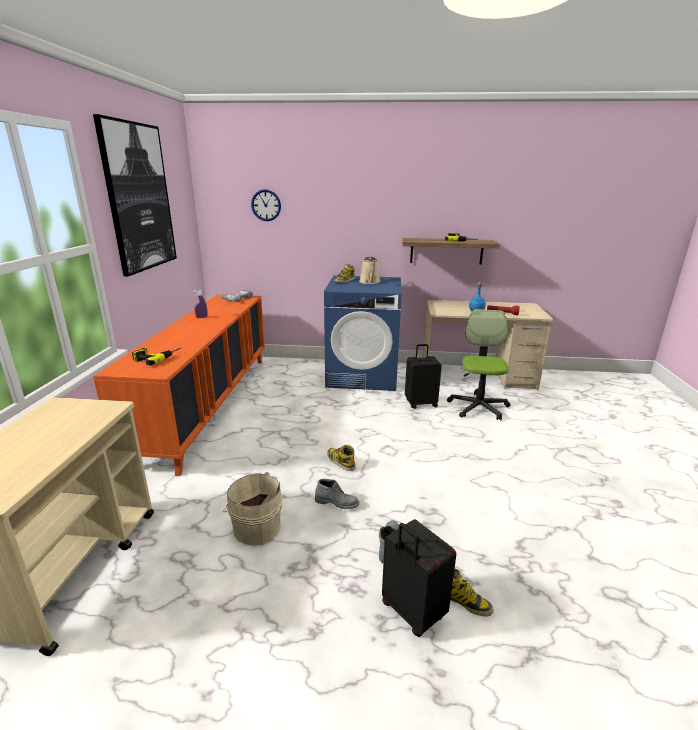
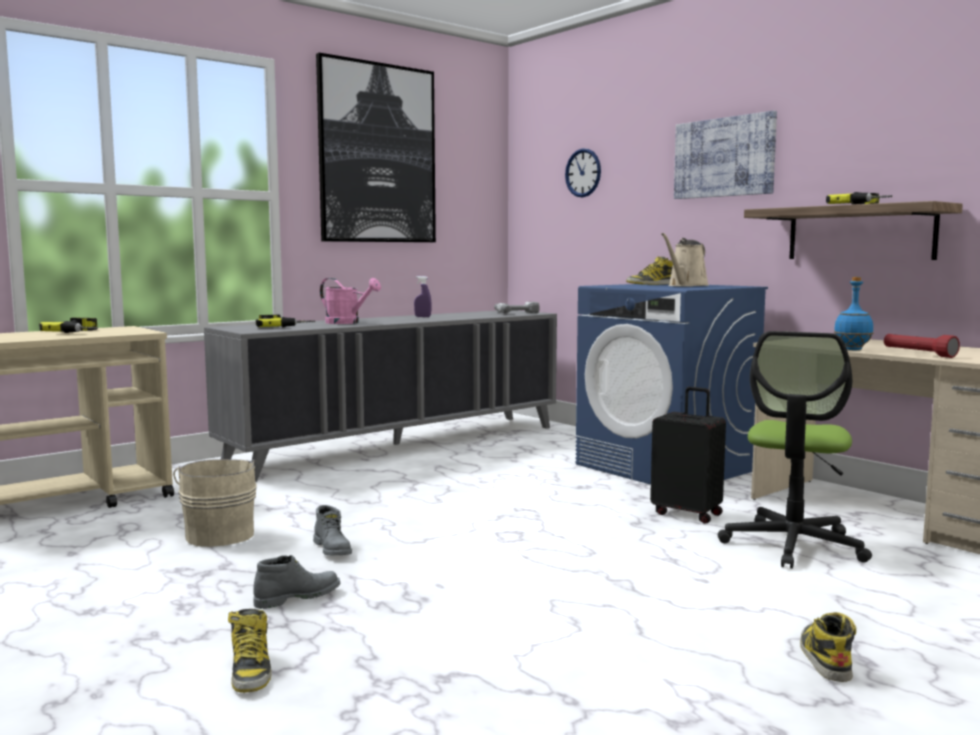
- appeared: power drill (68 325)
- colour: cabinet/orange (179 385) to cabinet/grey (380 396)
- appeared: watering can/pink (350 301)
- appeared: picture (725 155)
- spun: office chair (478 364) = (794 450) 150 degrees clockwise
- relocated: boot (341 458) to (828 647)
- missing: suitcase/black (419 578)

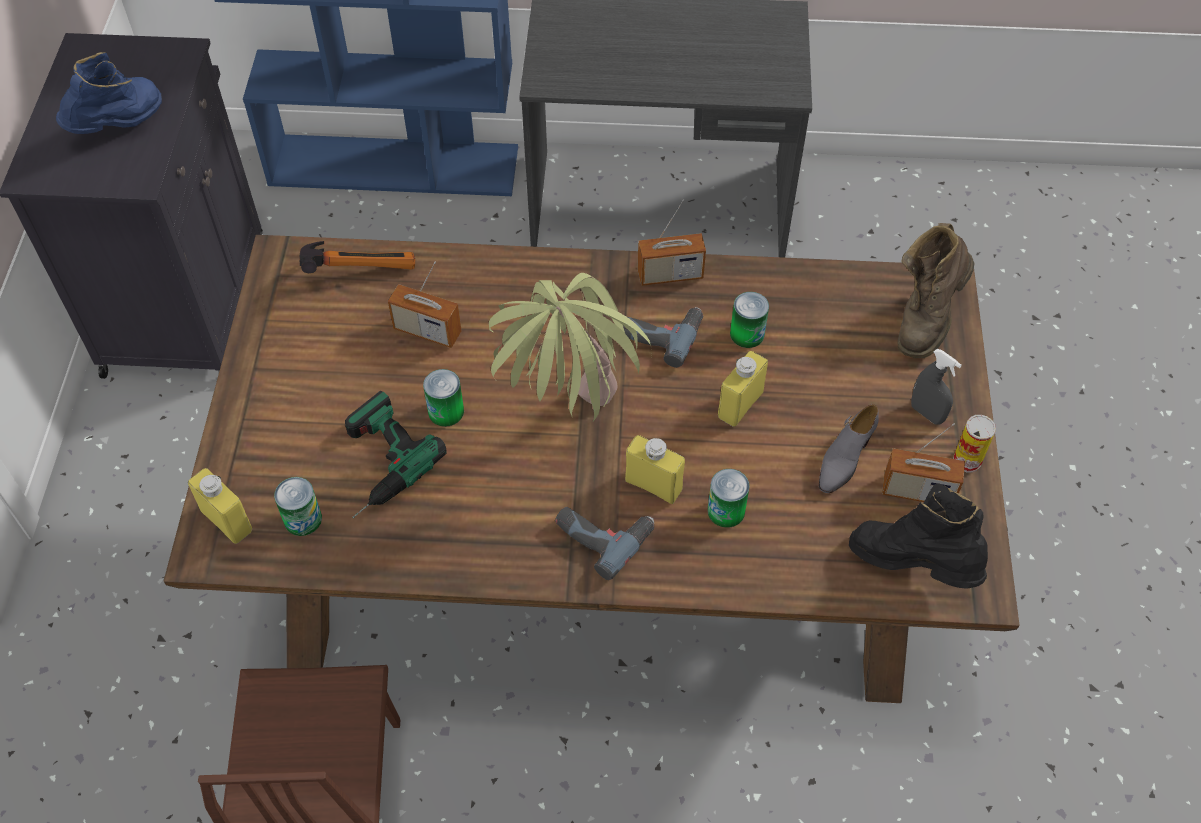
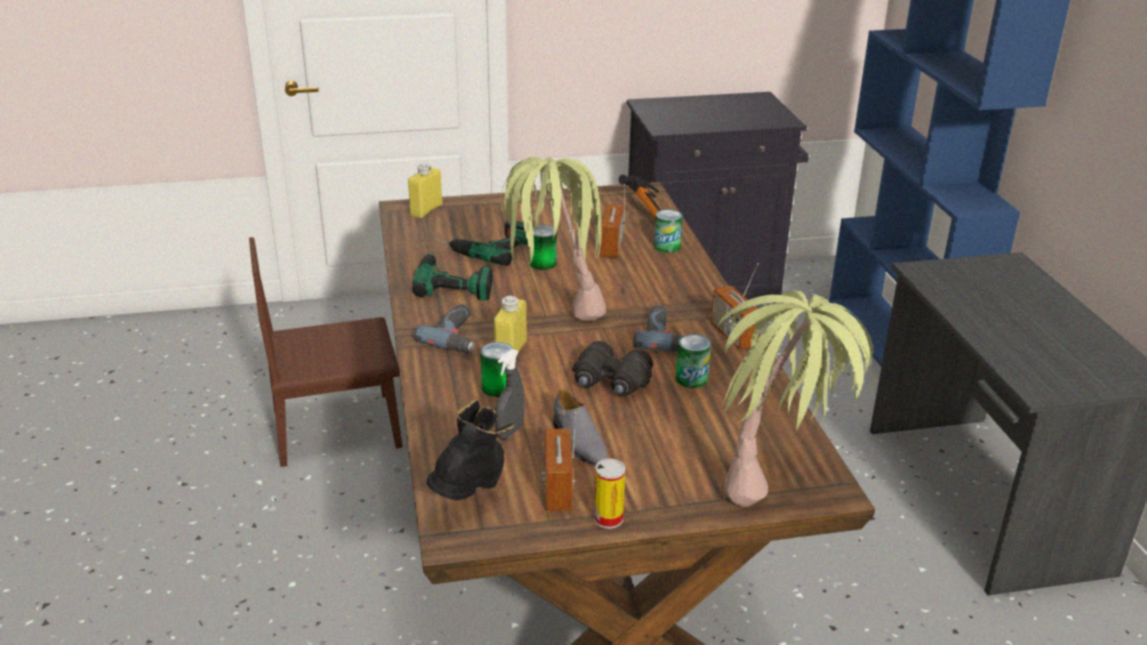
- appeared: power drill (452 275)
- relocated: spray bottle/grey (936 387) to (509 394)
- spun: shoe/grey (849 448) = (580 428) 135 degrees counterclockwise
- exchanged: bottle/yellow (743 389) to binoculars/black (612 368)
- relocated: can (298 506) to (668 231)
- exchanged: boot/brown (935 290) to potted plant (795 398)
- missing: boot/blue (109 93)

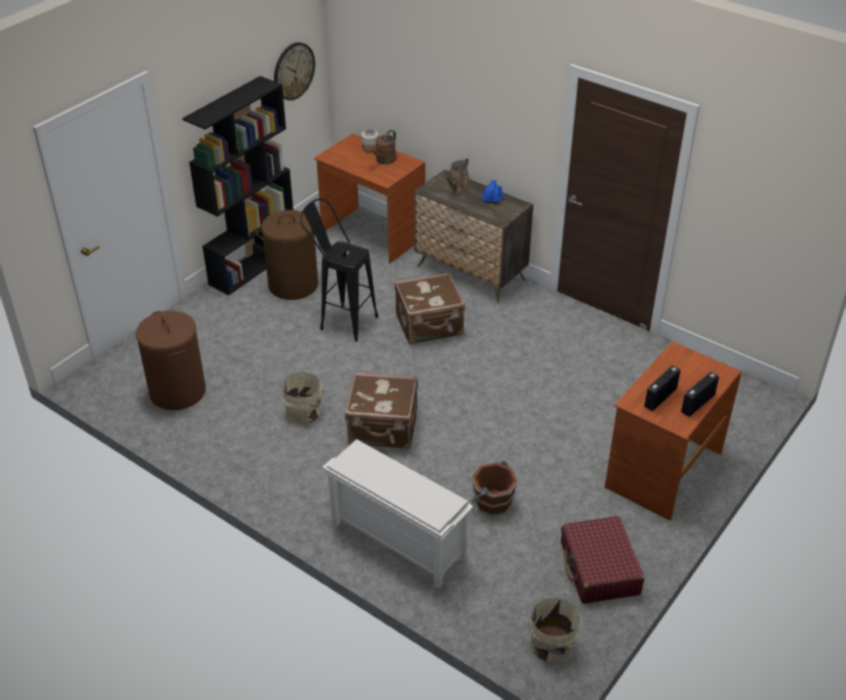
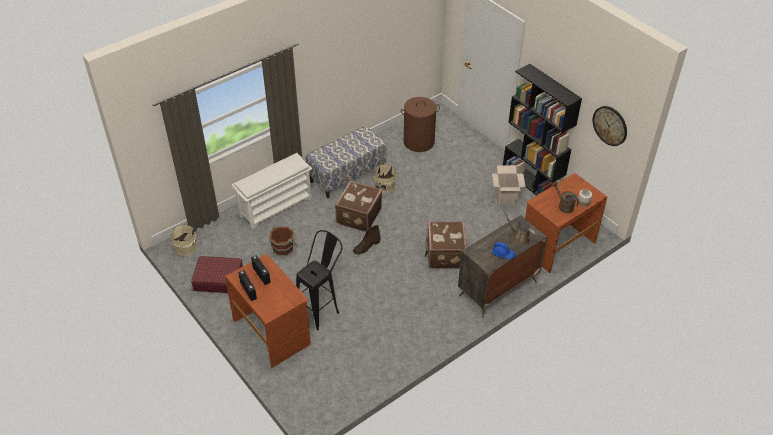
- relocated: stool/black (339 270) to (319 280)
- appeared: bench (346 162)
- appeared: boot/brown (367 240)
- exchanged: laundry basket/brown (287 255) to cardboard box (509 185)

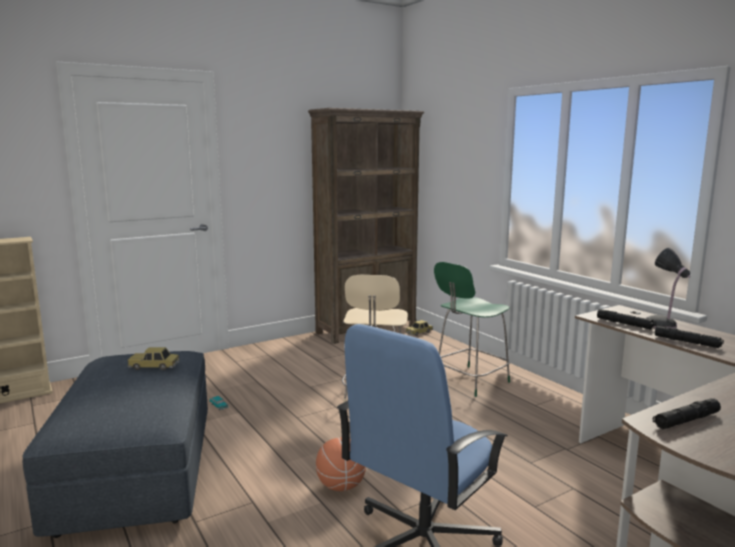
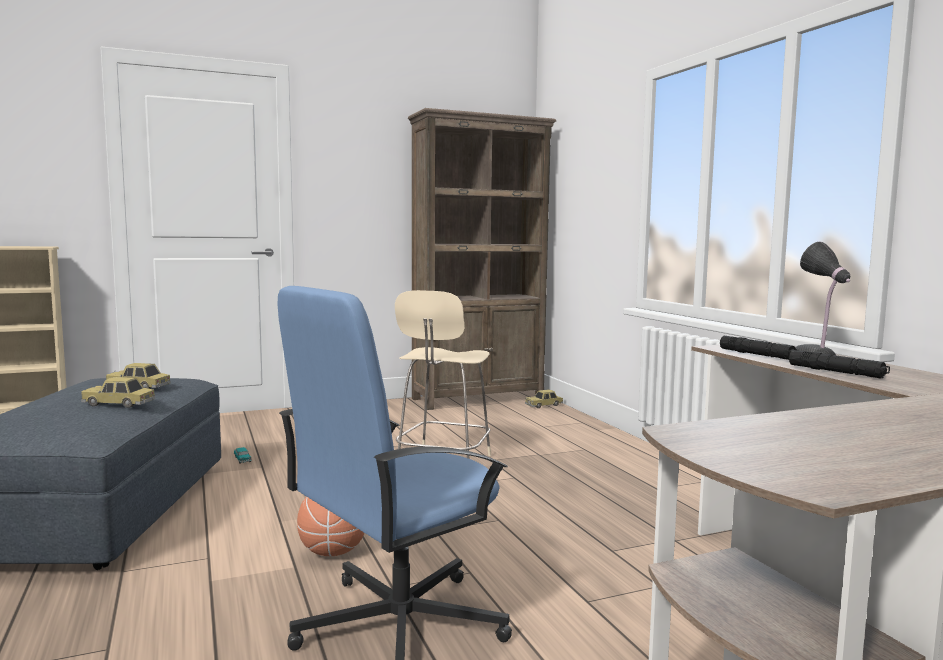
- appeared: toy car (118 392)
- missing: chair/green (472 329)
- missing: flashlight/black (687 413)

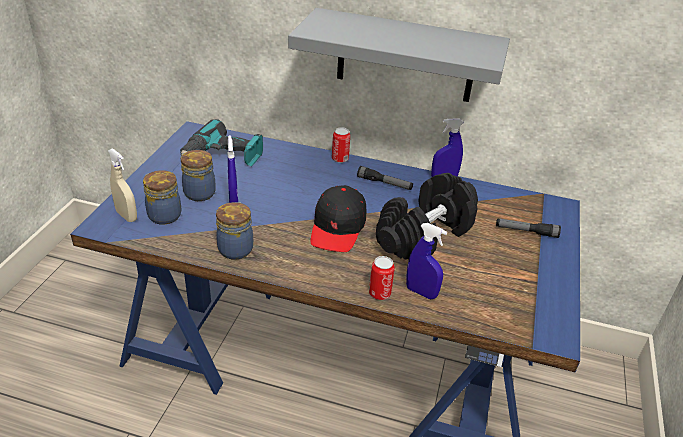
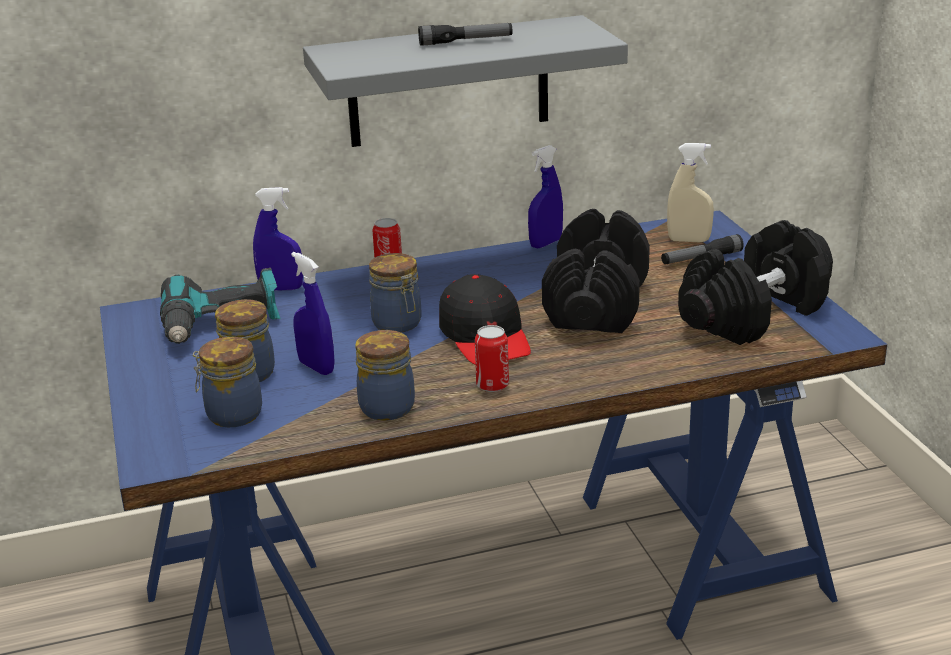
- relocated: spray bottle/blue (426 261) to (278 238)
- appeared: jar (395 293)
- relocated: flashlight (385 178) to (465 34)
- relocated: can (382 278) to (492 358)
- relocated: spray bottle/beige (122 185) to (690 192)
- appeared: dumbbell/black (755 282)

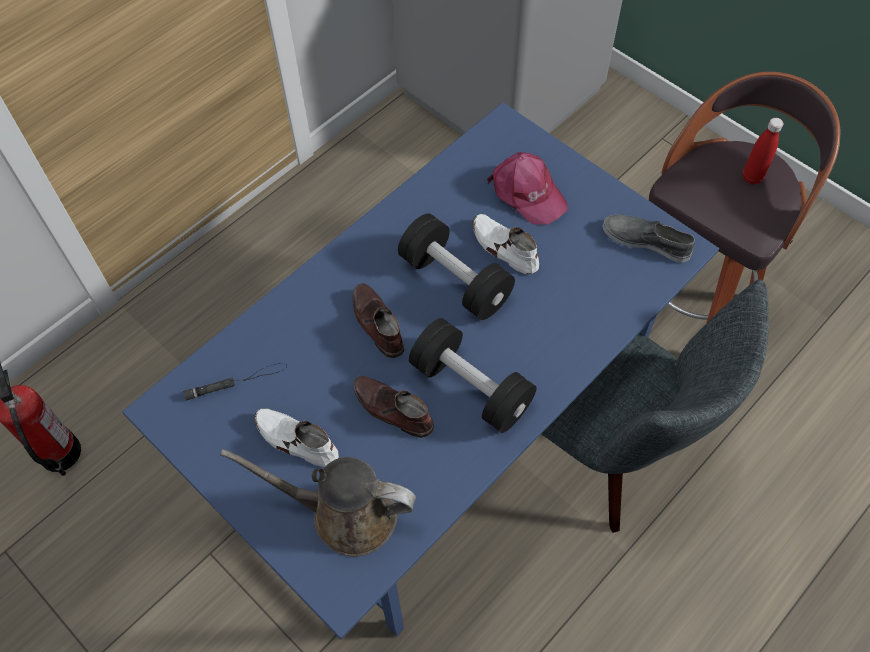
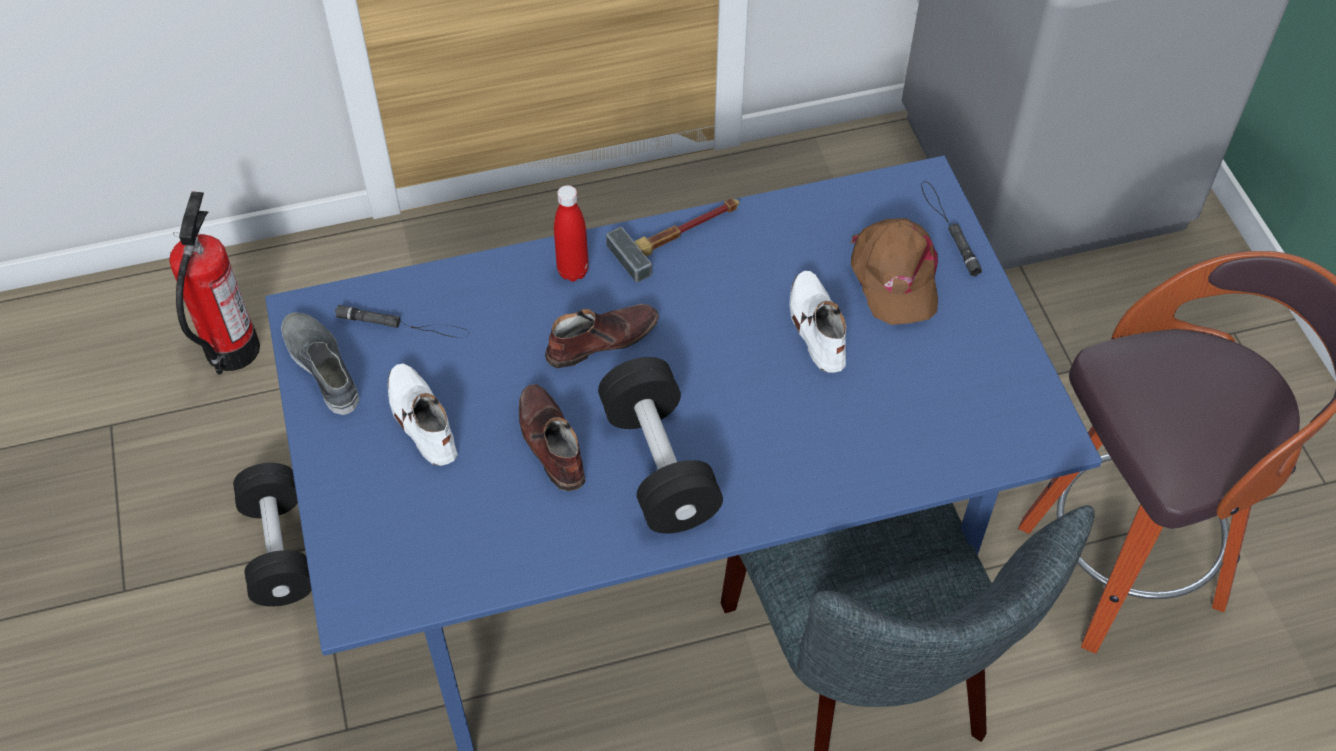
- relocated: dumbbell/black (456 266) to (272 534)
- relocated: shoe/grey (648 239) to (320 363)
- spun: shoe/brown (378 320) = (602 336) 60 degrees clockwise
- relocated: bottle/red (763 151) to (571 233)
- appeared: hammer (672 240)
- colour: cap/pink (527 188) to cap/brown (894 271)
- appeared: flashlight/black (951 229)
- missing: watering can/brown (318 502)

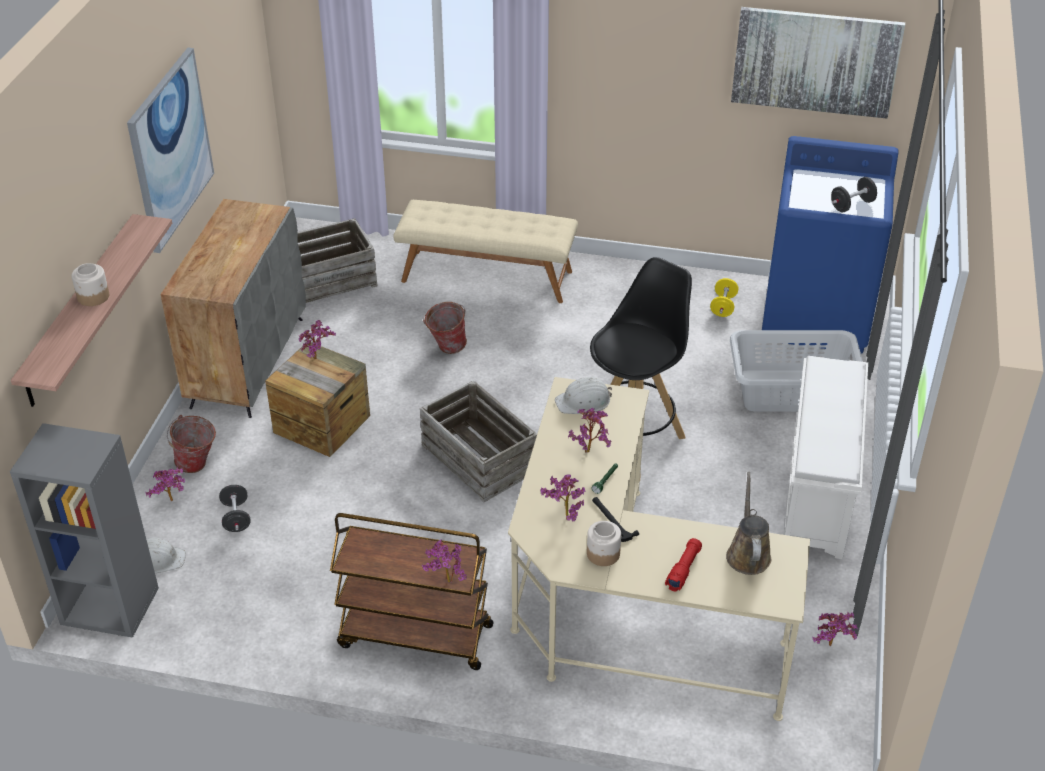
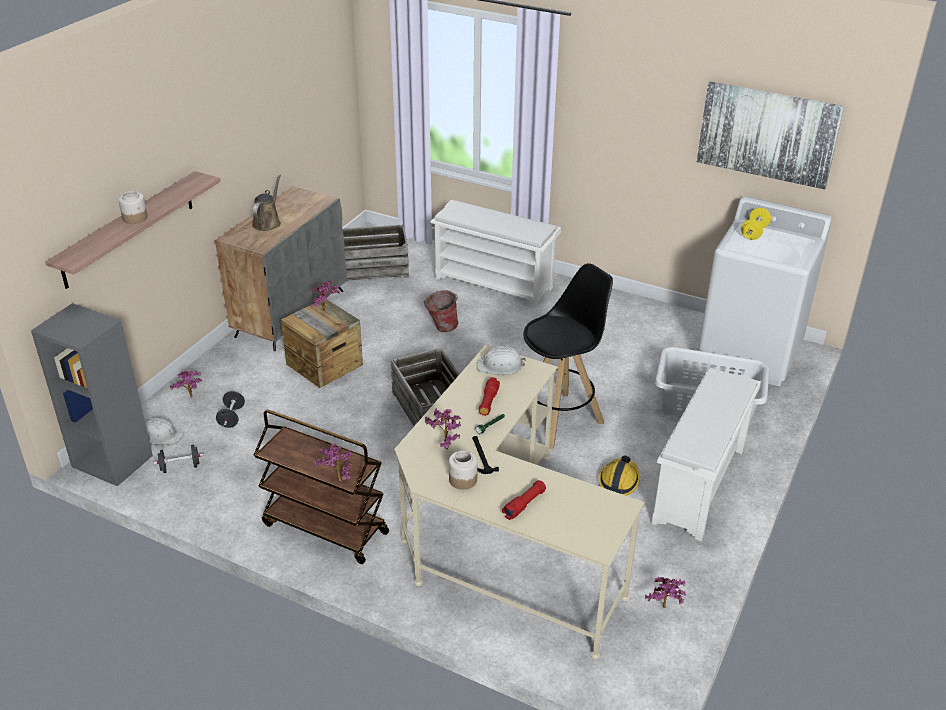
- relocated: dumbbell/black (854 194) to (178 459)
- relocated: watering can/brown (749 523) to (266 202)
- exchanged: bench/beige (485 251) to shoe rack/white (496 253)
- exchanged: potted plant (589 430) to flashlight/red (489 396)
- appeared: hard hat (619 476)
- colour: washing machine/blue (830 244) to washing machine/white (765 291)
- relocated: dumbbell/yellow (724 297) to (756 224)
- missing: picture (170 150)
- missing: bucket (191 444)

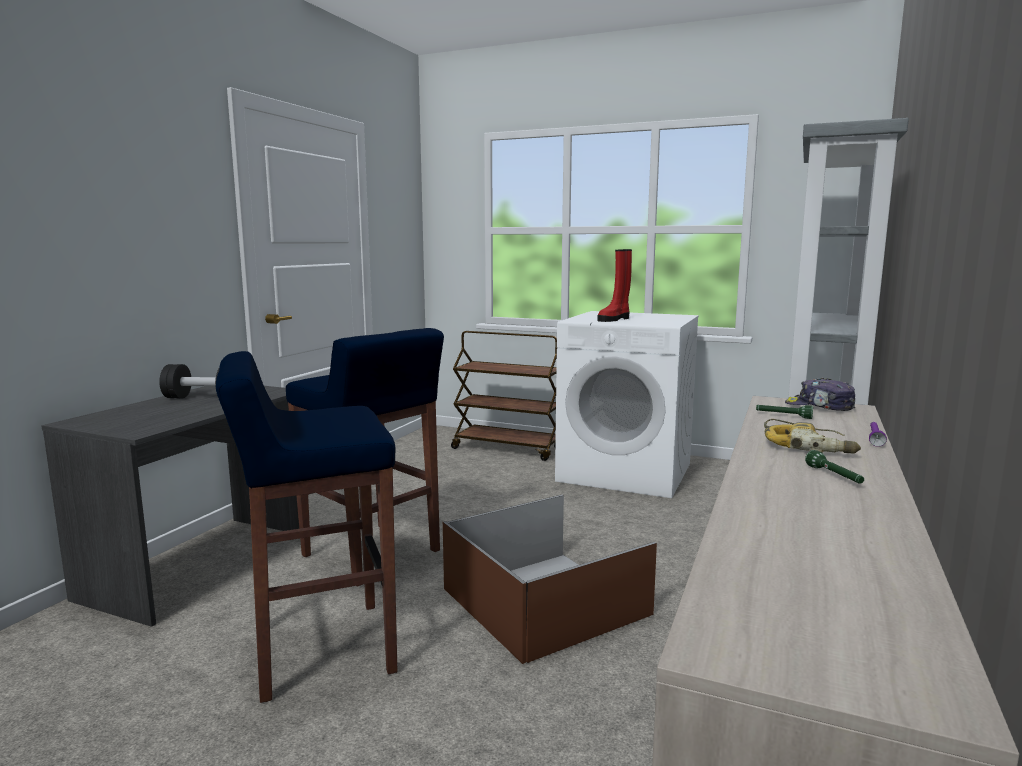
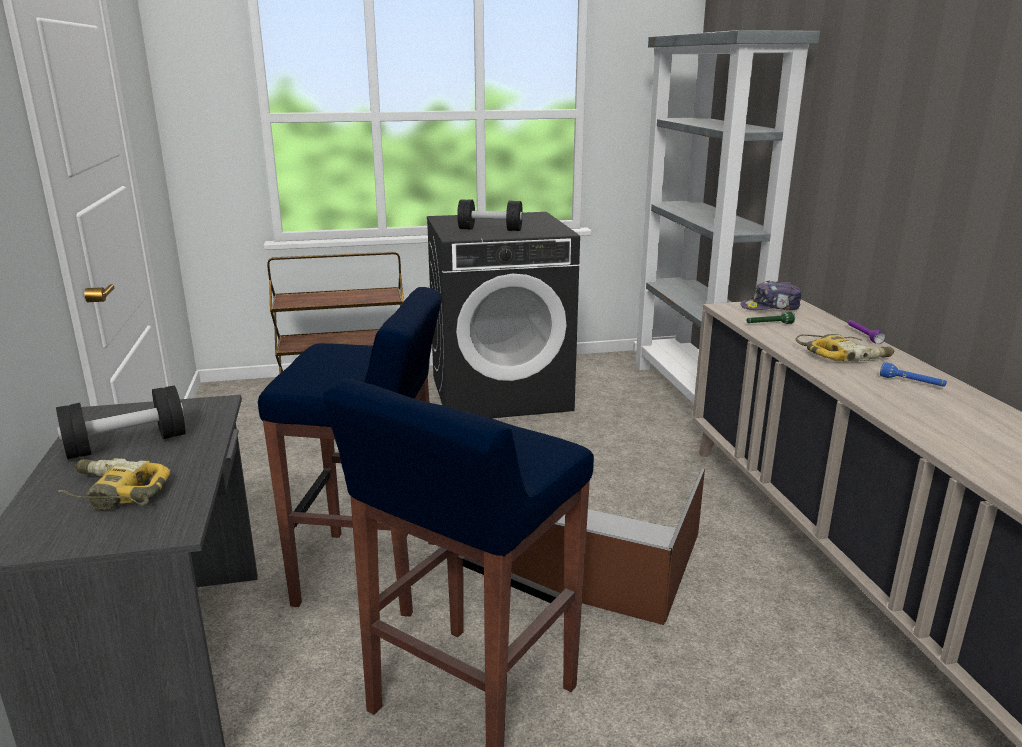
- appeared: power drill (114 484)
- colour: washing machine/white (627 404) to washing machine/black (503 315)
- exchanged: boot/red (615 285) to dumbbell/black (490 215)
- colour: flashlight/green (834 467) to flashlight/blue (913 374)

